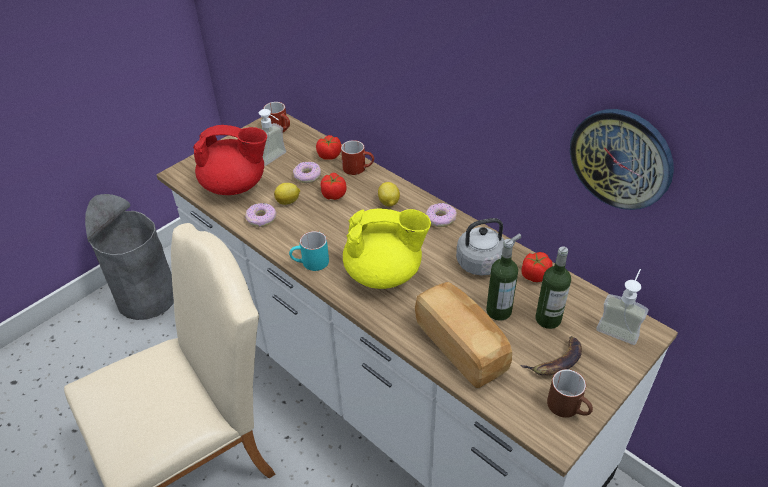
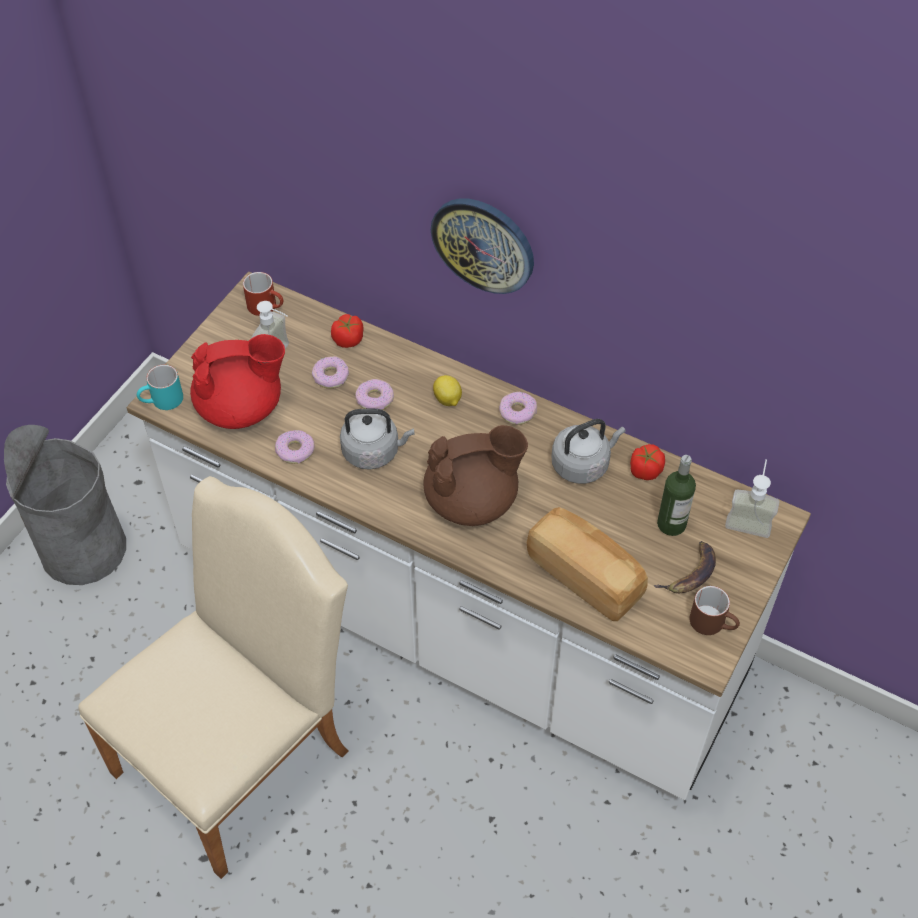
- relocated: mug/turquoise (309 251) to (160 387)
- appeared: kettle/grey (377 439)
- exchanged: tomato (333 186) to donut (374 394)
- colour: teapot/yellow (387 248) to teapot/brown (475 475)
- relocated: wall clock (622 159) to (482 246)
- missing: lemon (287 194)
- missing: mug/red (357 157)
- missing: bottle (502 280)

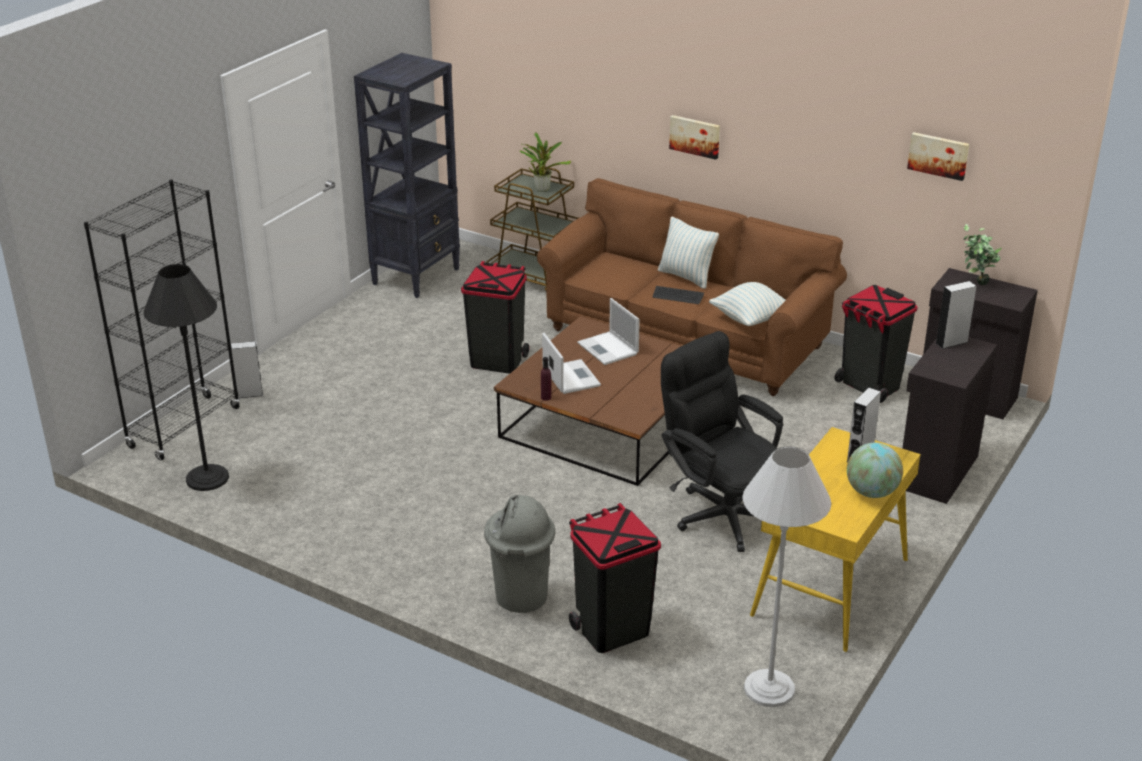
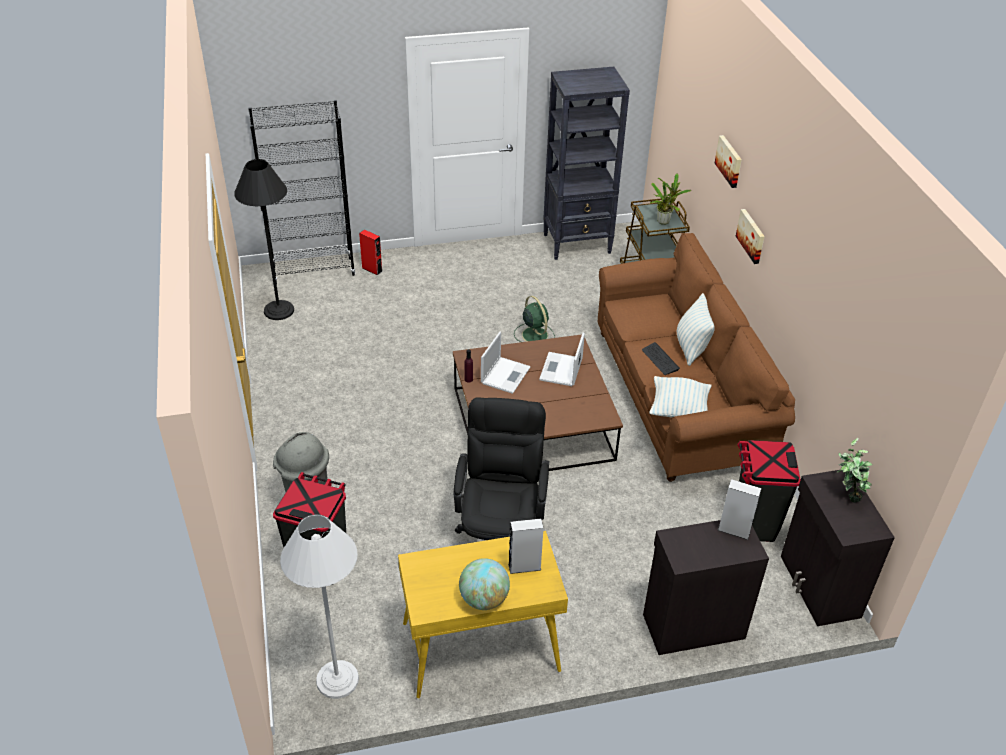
- colour: speaker/grey (245 369) to speaker/red (371 252)
- exchanged: trash can/black (495 317) to fan/green (534 319)
- relocated: picture (938 156) to (728 161)

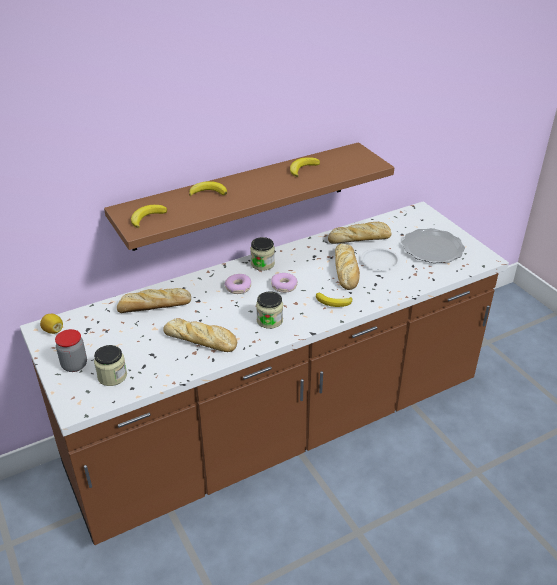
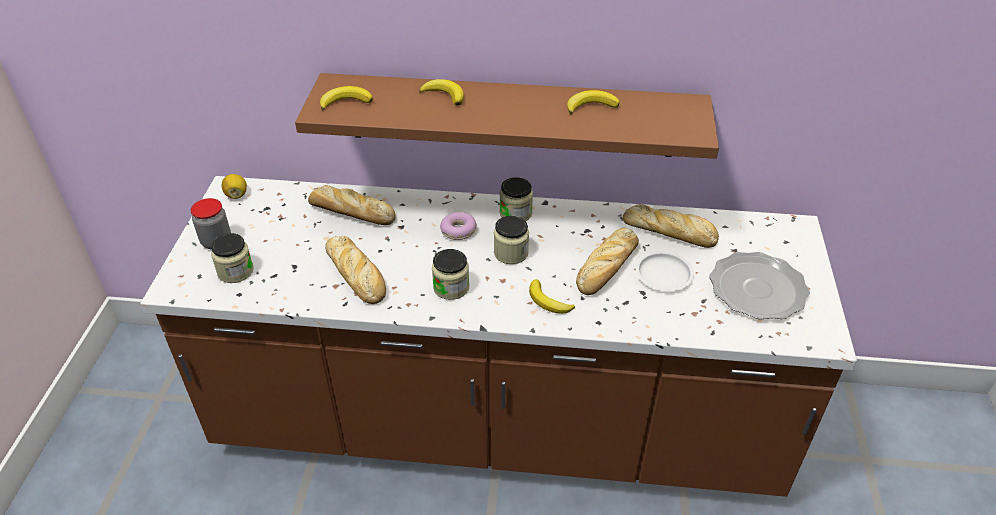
- exchanged: donut (284 283) to jar (511 240)

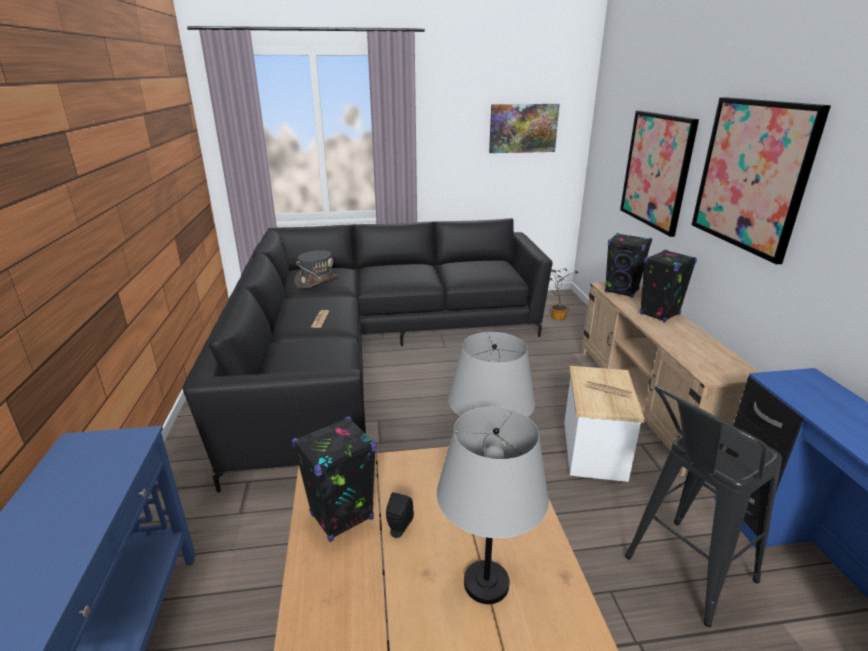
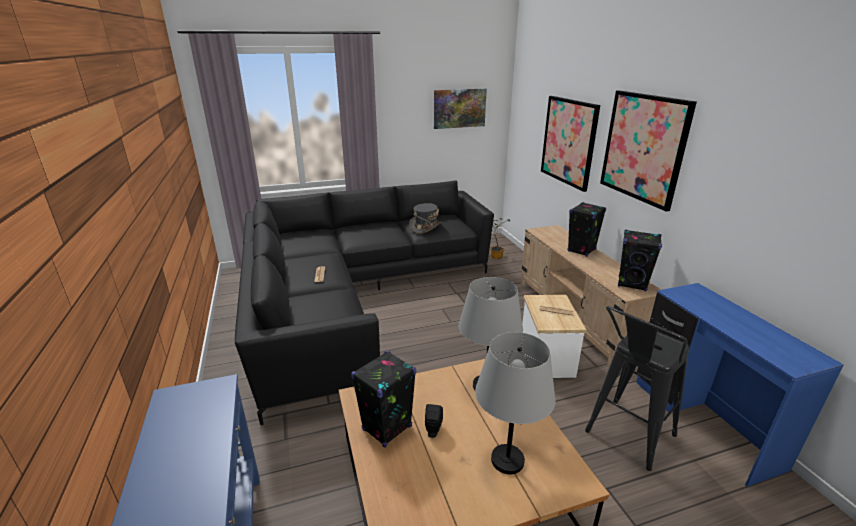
- relocated: hat/grey (316 269) to (425 218)
- relocated: speaker/black (628 265) to (640 260)

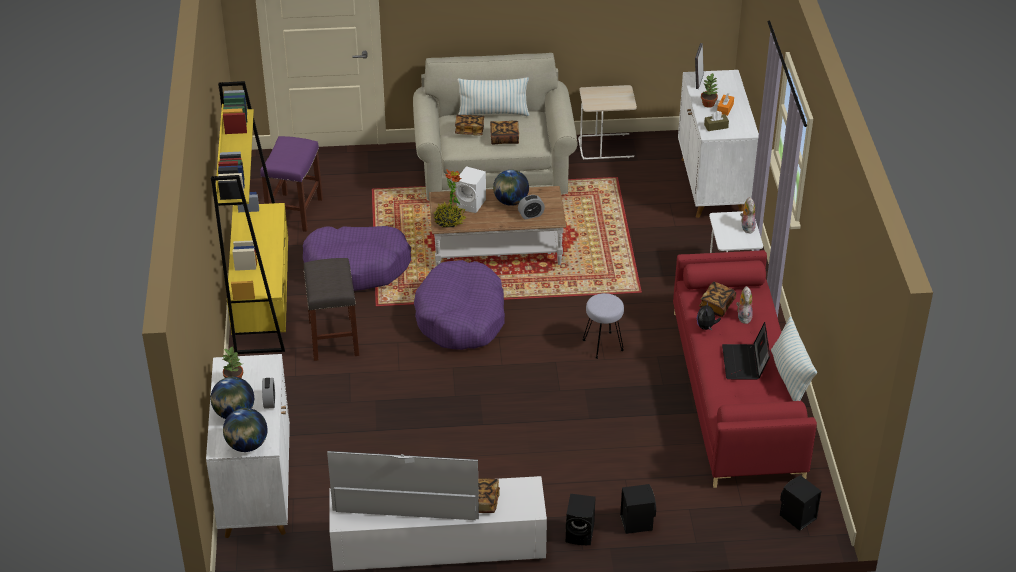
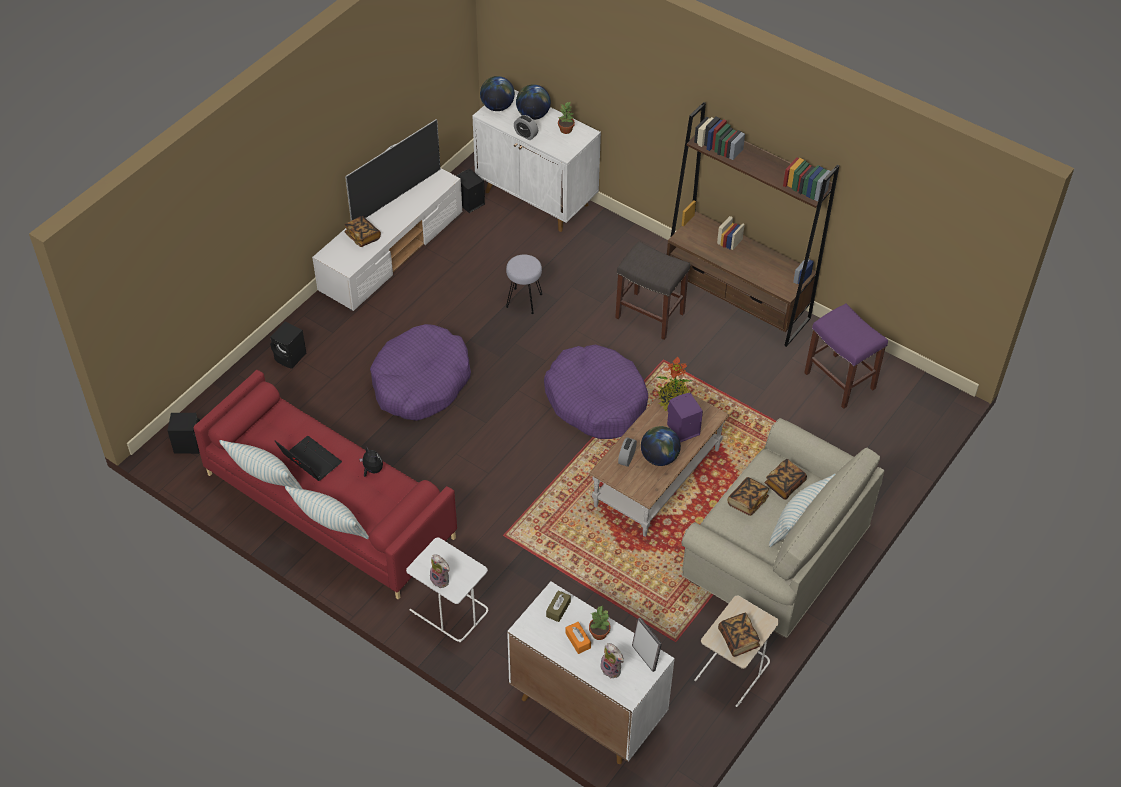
- appeared: pillow (327 512)
- relocated: dog bed/purple (357 258) to (420 372)
- relocated: speaker/black (581 519) to (471 191)
- relocated: stool/grey (603 326) to (524 284)
- relocated: plush toy (744 305) to (612 660)
- colour: bookcase/yellow (249 217) to bookcase/brown (753 224)
- colour: speaker/white (470 189) to speaker/purple (685 417)
- relocated: book (717 299) to (739 635)

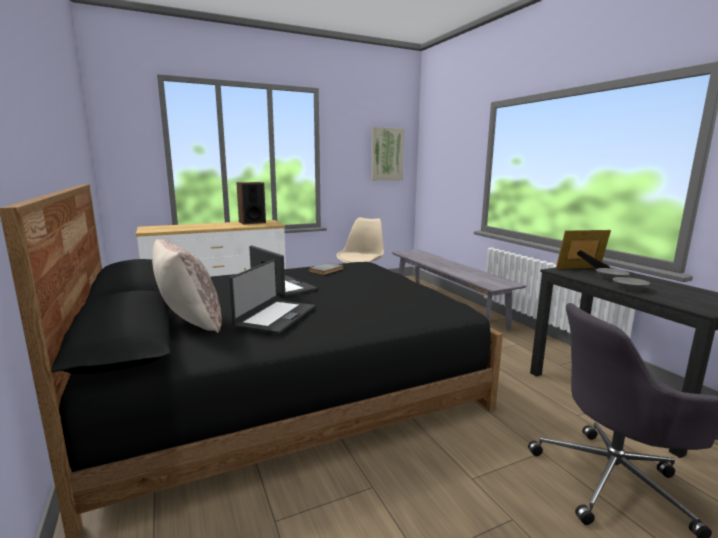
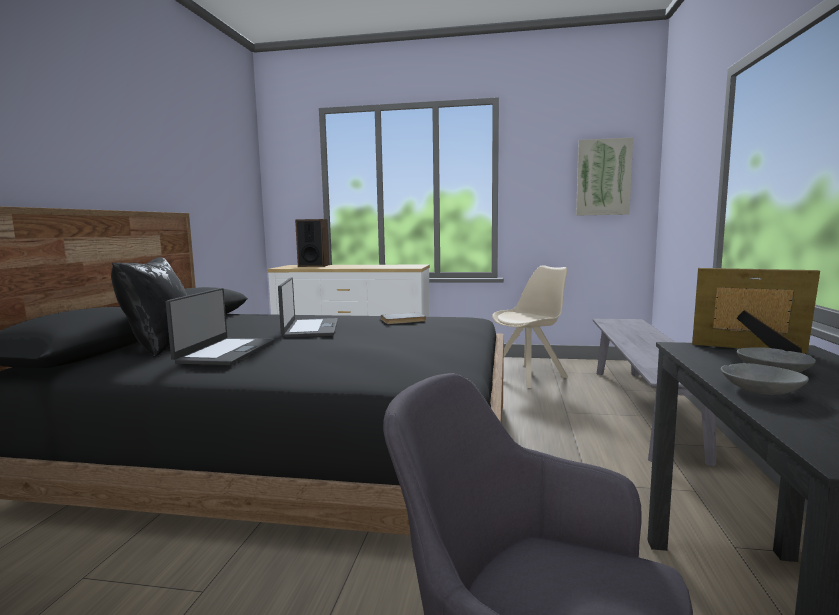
- colour: pillow/beige (187 286) to pillow/black (149 307)
- spun: laptop (272 296) = (220 326) 45 degrees counterclockwise
- relocated: speaker (251 203) to (312 243)

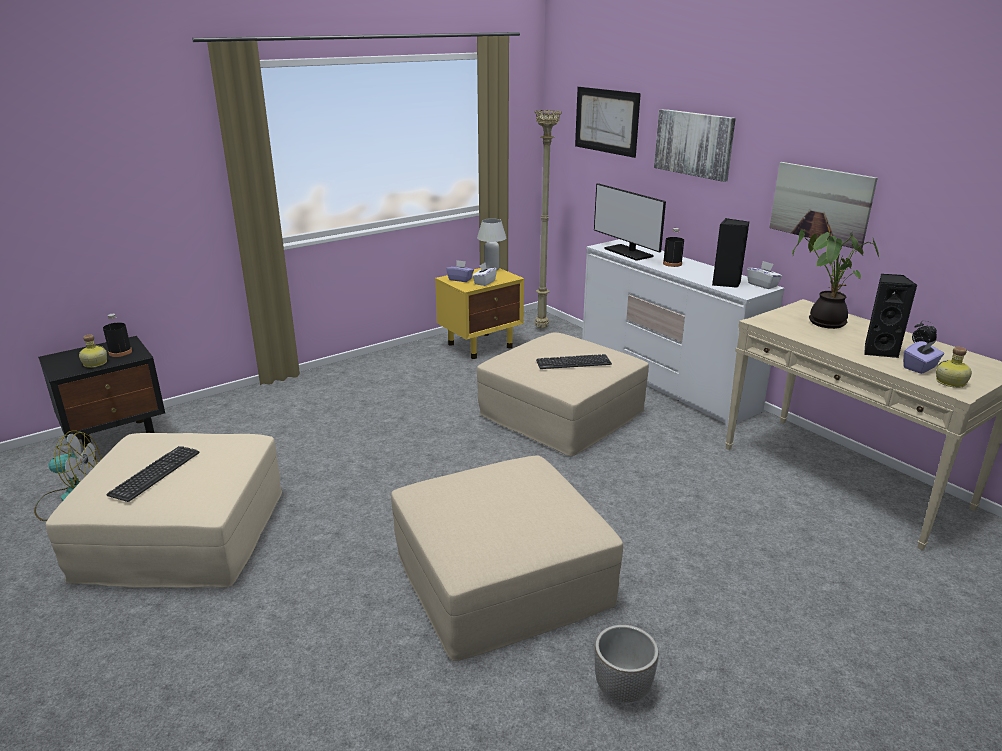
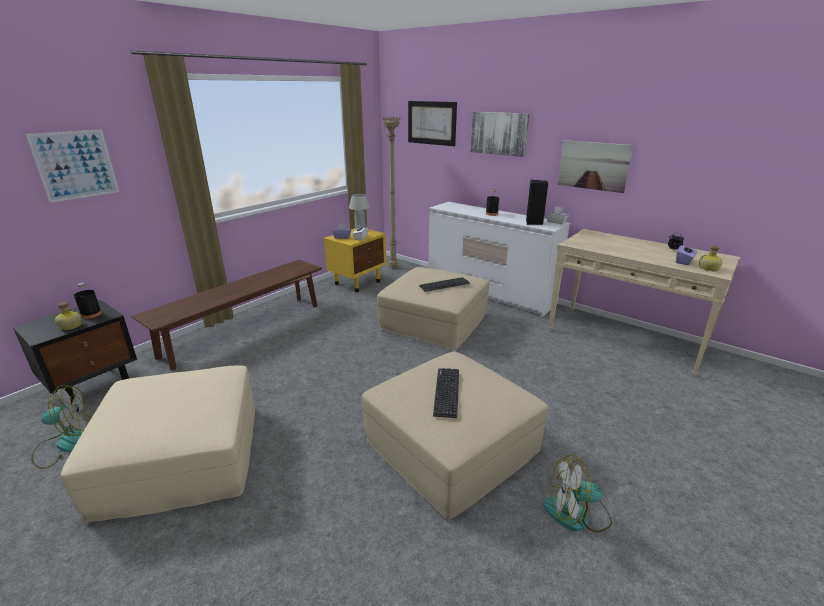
- appeared: picture (72 166)
- appeared: bench/brown (226 315)
- relocated: keyboard (153 474) to (446 393)
- exchanged: planter (626 664) to fan (577 494)
- missing: monitor (630 222)
- missing: potted plant (836 279)
- missing: speaker/black (890 316)

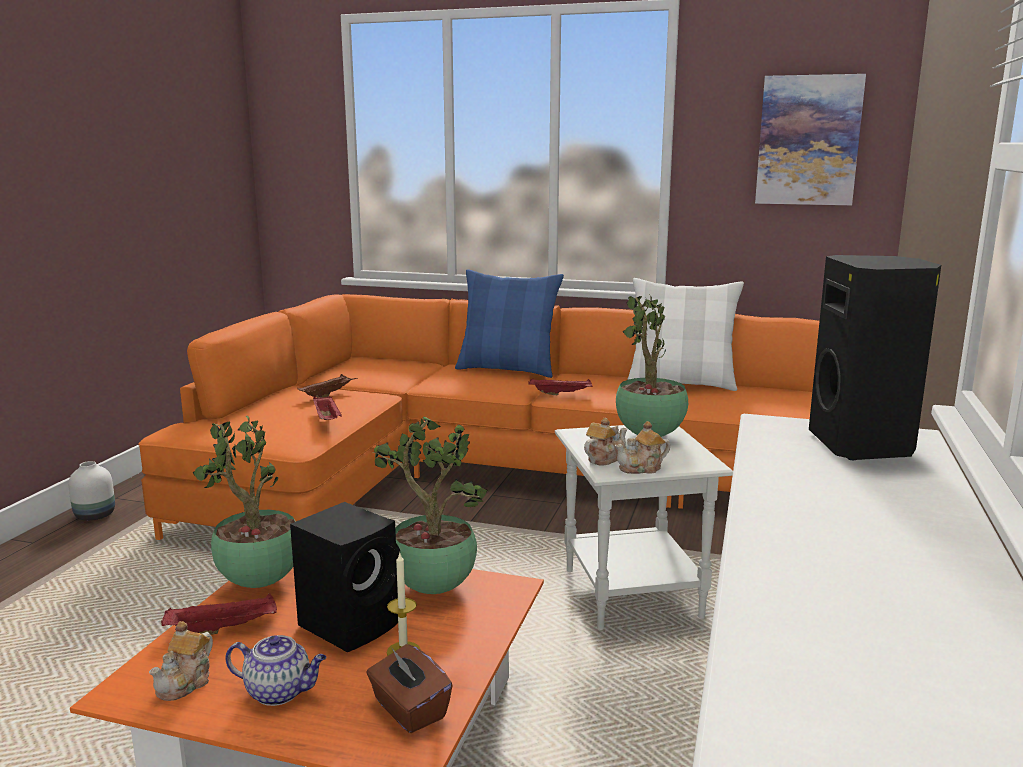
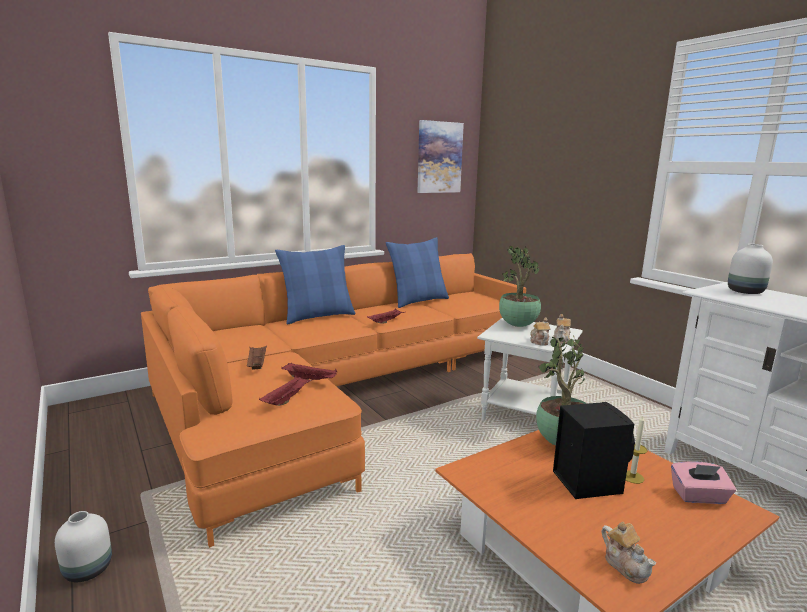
- relocated: tray/red (219 614) to (285 391)
- colour: pillow/white (685 334) to pillow/blue (417 272)
- colour: tissue box/brown (410 688) to tissue box/pink (703 483)
- exchanged: speaker/black (875 357) to vase/white (750 269)
- missing: potted plant (244 502)
- missing: teapot (276 670)

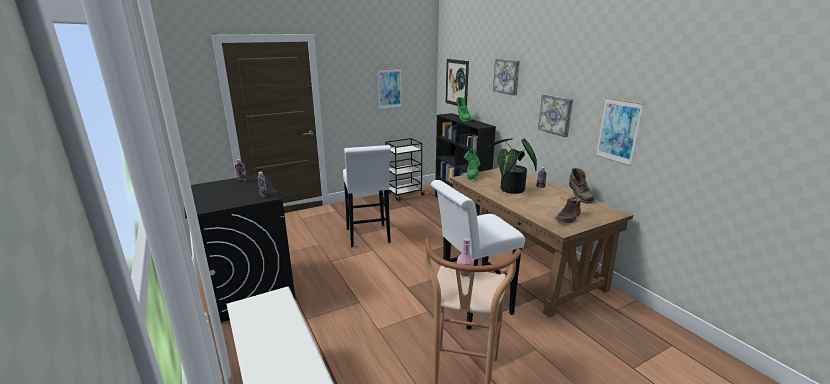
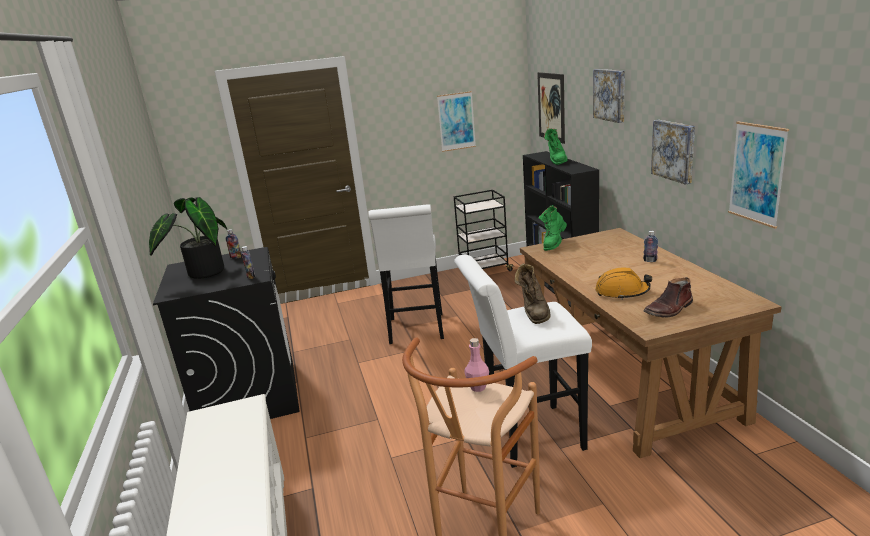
- relocated: potted plant (513 166) to (188 238)
- relocated: boot/brown (582 185) to (533 293)
- appeared: hard hat/orange (623 284)

